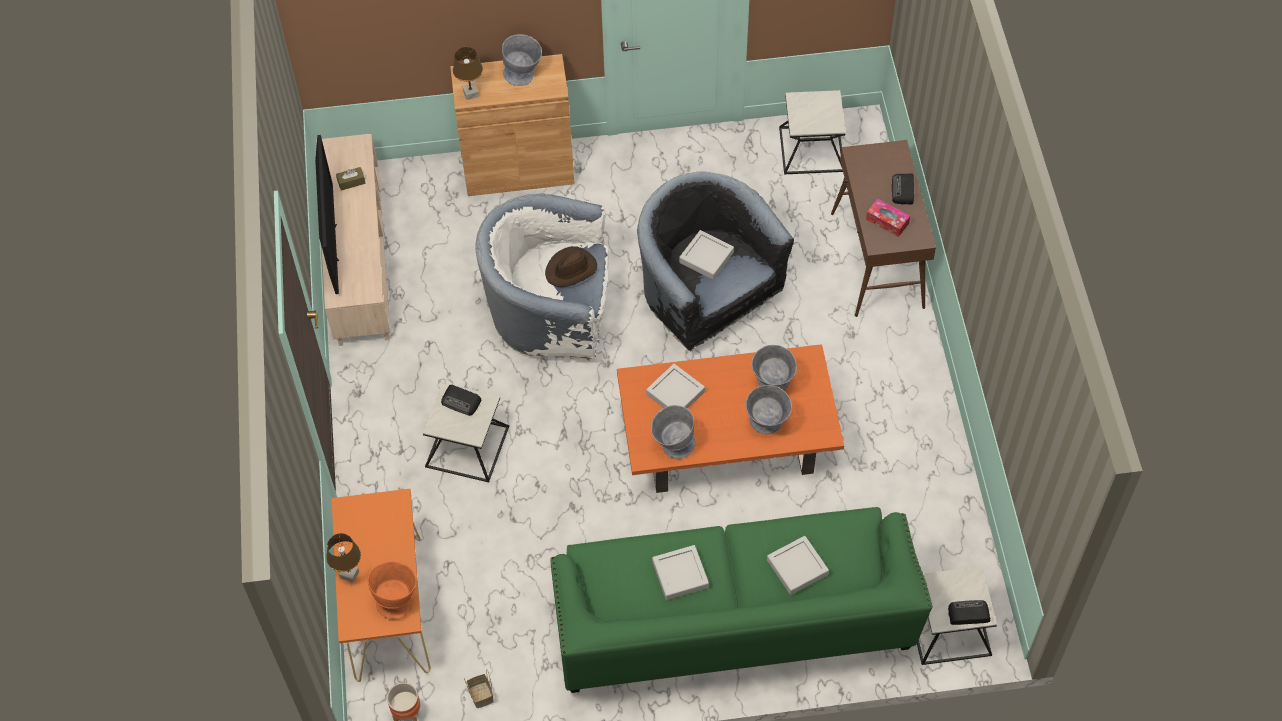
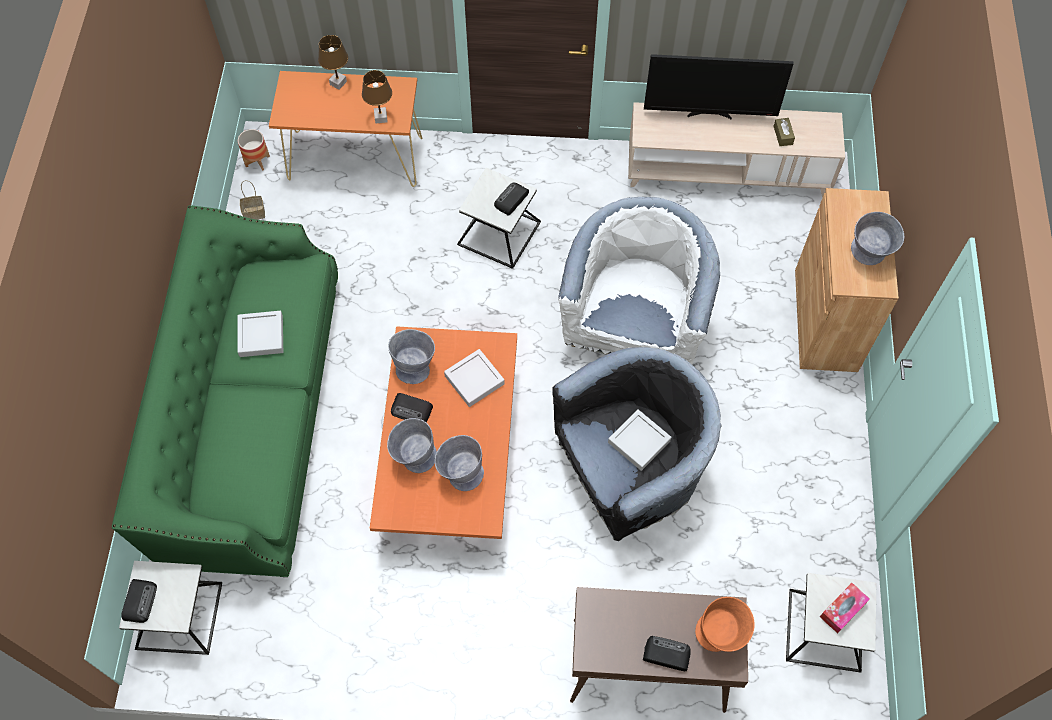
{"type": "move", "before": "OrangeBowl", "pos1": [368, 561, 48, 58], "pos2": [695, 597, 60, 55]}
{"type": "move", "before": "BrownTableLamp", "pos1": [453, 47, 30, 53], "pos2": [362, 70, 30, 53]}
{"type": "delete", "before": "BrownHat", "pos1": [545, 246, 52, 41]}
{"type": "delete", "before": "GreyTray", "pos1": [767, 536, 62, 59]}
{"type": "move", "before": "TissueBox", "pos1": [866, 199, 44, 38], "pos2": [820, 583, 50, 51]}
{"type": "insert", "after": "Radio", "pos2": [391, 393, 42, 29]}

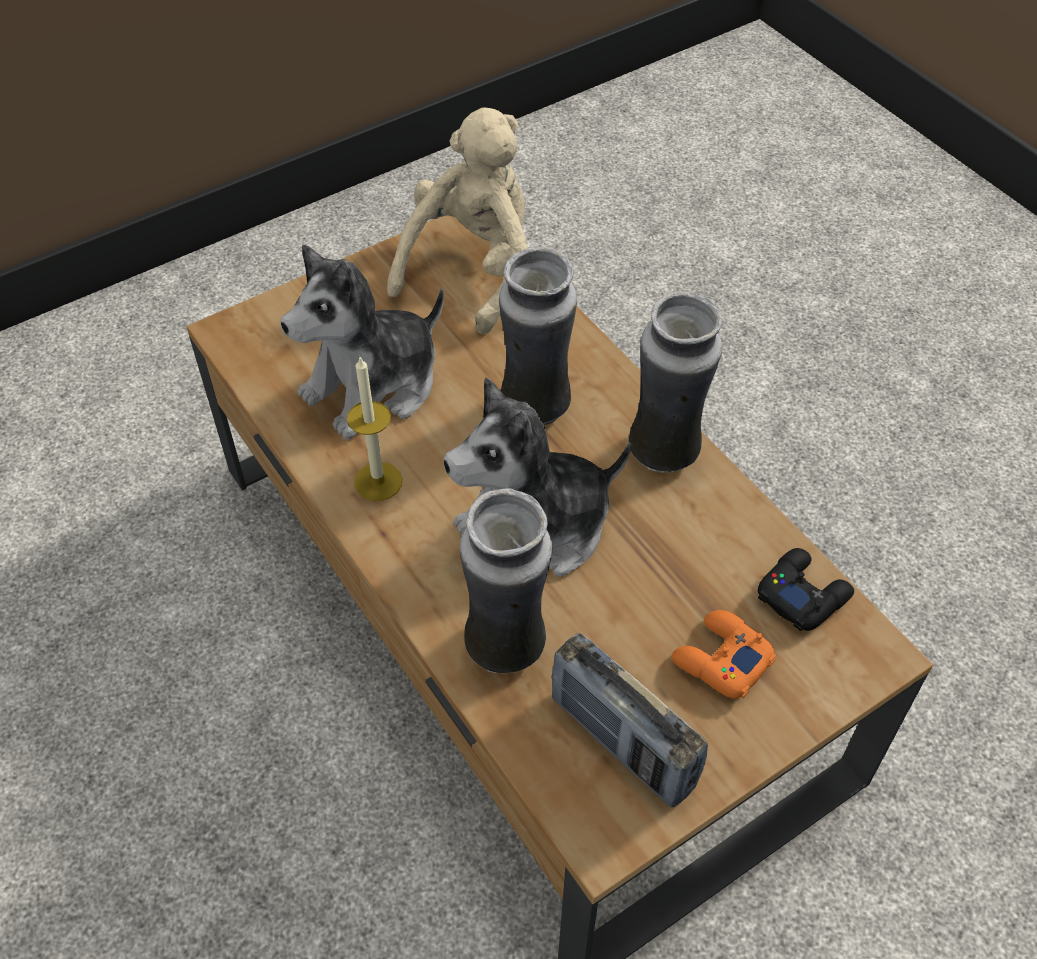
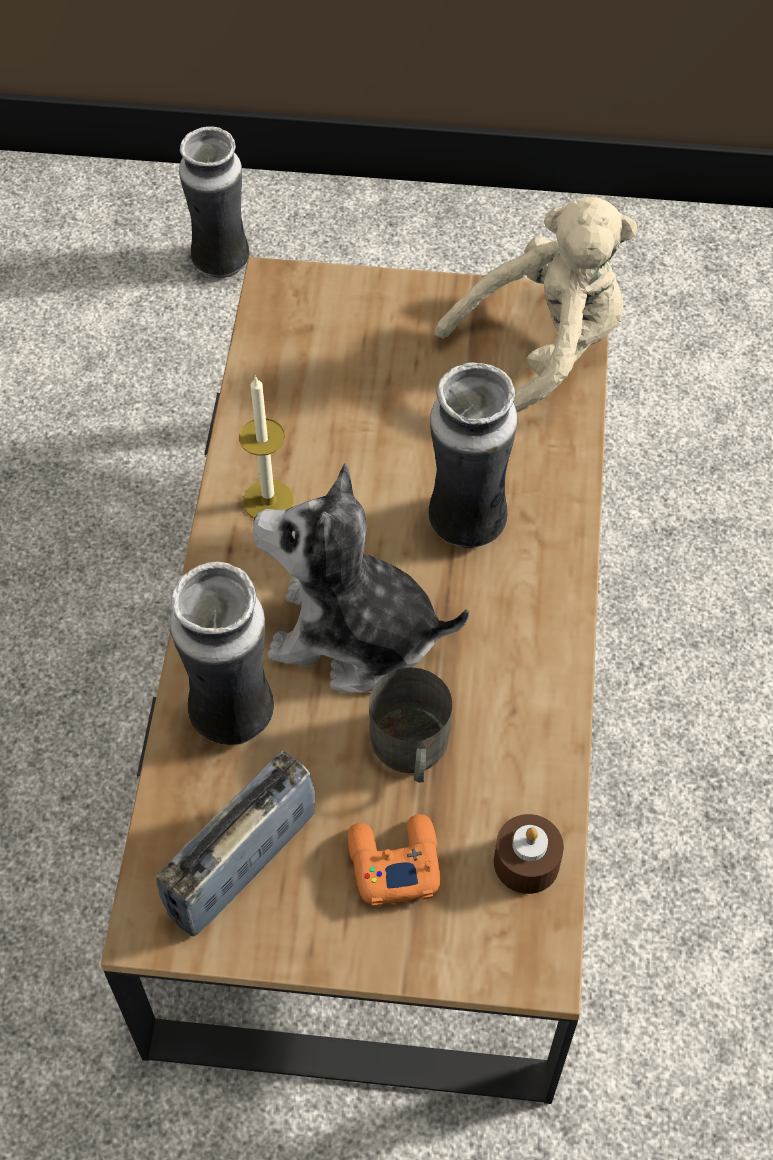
{"type": "delete", "before": "PlushToy", "pos1": [280, 244, 164, 196]}
{"type": "rotate", "before": "Radio", "pos1": [551, 633, 157, 174], "pos2": [156, 751, 160, 185], "turn": 45}
{"type": "move", "before": "Vase", "pos1": [629, 291, 93, 182], "pos2": [179, 126, 71, 152]}
{"type": "replace", "before": "BlackGameController", "after": "BrownCandle", "pos1": [758, 548, 96, 83], "pos2": [494, 814, 70, 80]}
{"type": "insert", "after": "GreyMug", "pos2": [369, 667, 83, 116]}

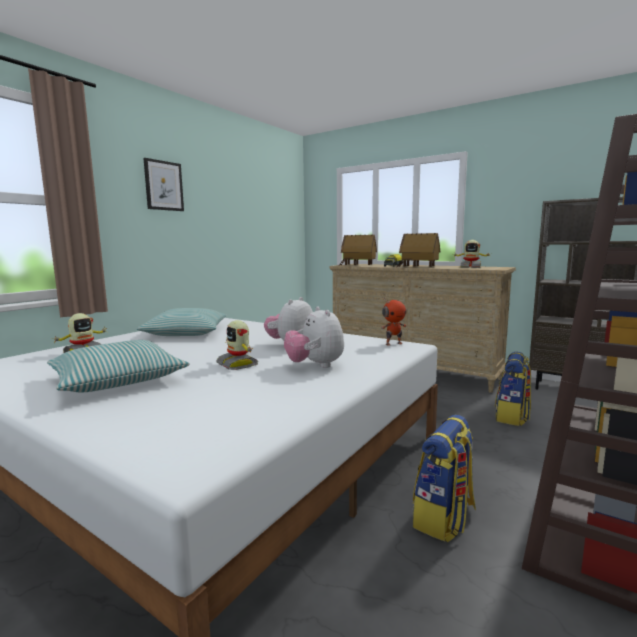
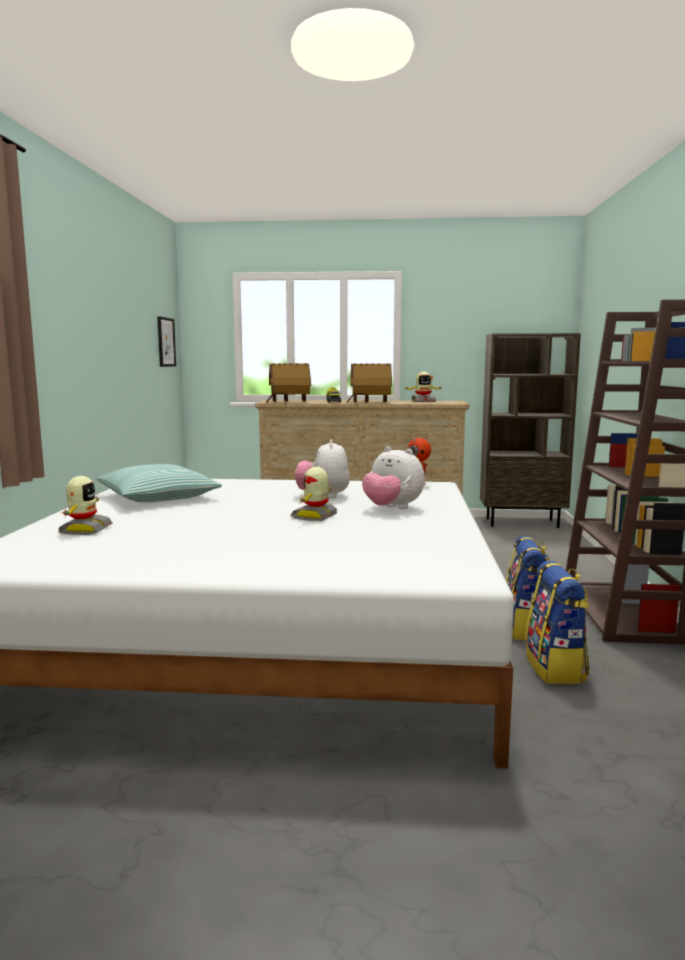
{"type": "delete", "before": "Pillow", "pos1": [47, 340, 143, 53]}
{"type": "move", "before": "Picture", "pos1": [143, 158, 41, 53], "pos2": [157, 316, 19, 51]}
{"type": "rotate", "before": "ToyRobot", "pos1": [216, 320, 42, 50], "pos2": [291, 467, 46, 54], "turn": 90}
{"type": "move", "before": "Backpack", "pos1": [495, 351, 36, 75], "pos2": [525, 561, 65, 123]}

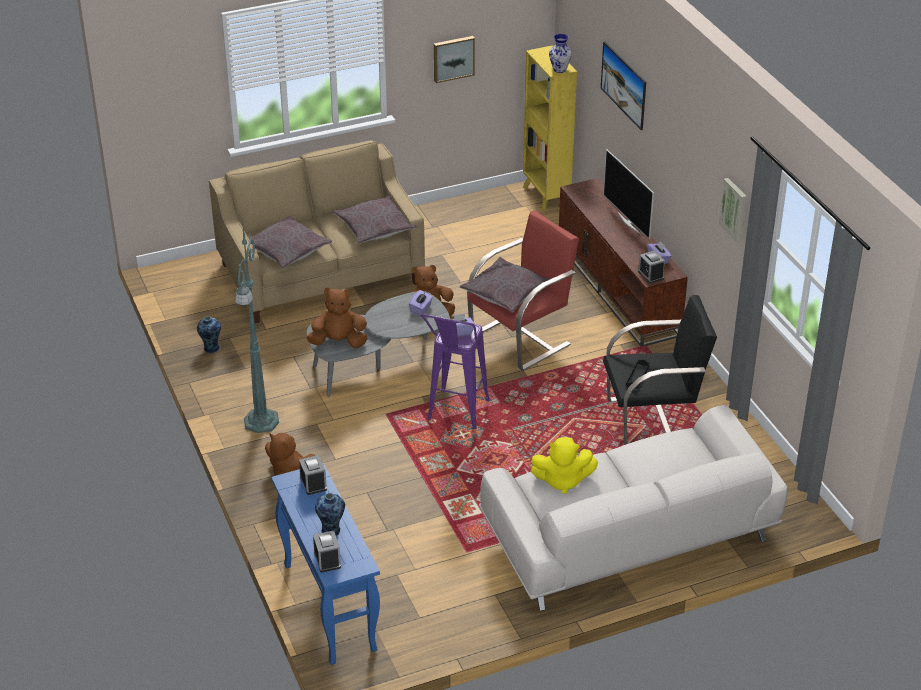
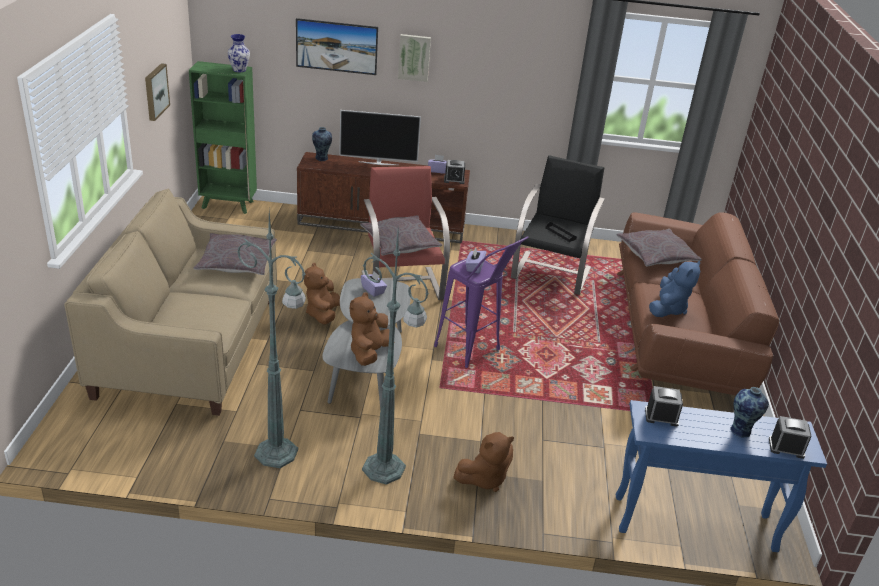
{"type": "move", "before": "Vase", "pos1": [197, 316, 24, 37], "pos2": [312, 127, 20, 34]}
{"type": "move", "before": "GreyPillow", "pos1": [249, 216, 83, 53], "pos2": [617, 229, 85, 38]}
{"type": "recolor", "before": "WhiteSofa", "after": "BrownSofa", "pos1": [479, 405, 309, 206], "pos2": [617, 212, 162, 183]}
{"type": "recolor", "before": "YellowBookcase", "after": "GreenBookcase", "pos1": [523, 46, 54, 165], "pos2": [189, 61, 68, 153]}
{"type": "recolor", "before": "YellowPlushToy", "after": "BluePlushToy", "pos1": [531, 437, 67, 57], "pos2": [649, 260, 51, 57]}
{"type": "move", "before": "Picture", "pos1": [719, 178, 28, 64], "pos2": [398, 34, 33, 48]}
{"type": "insert", "after": "GreenFloorLamp", "pos2": [237, 211, 69, 257]}

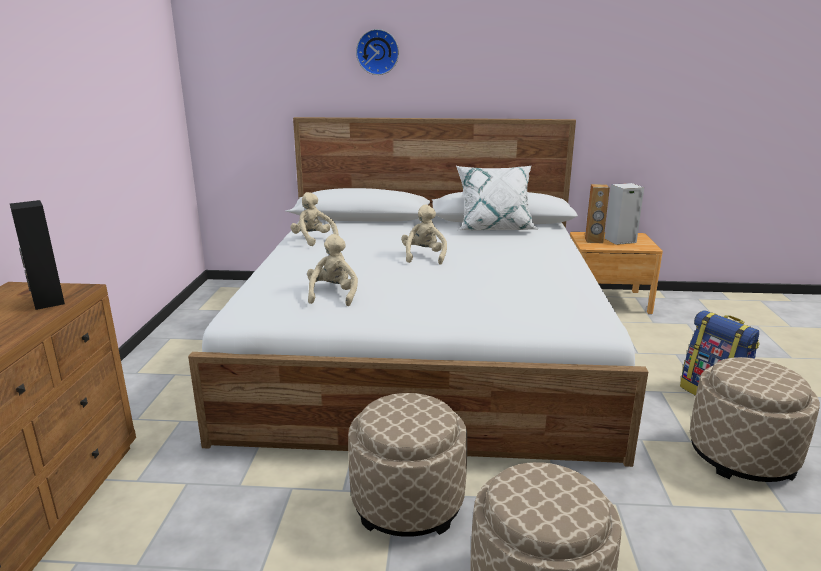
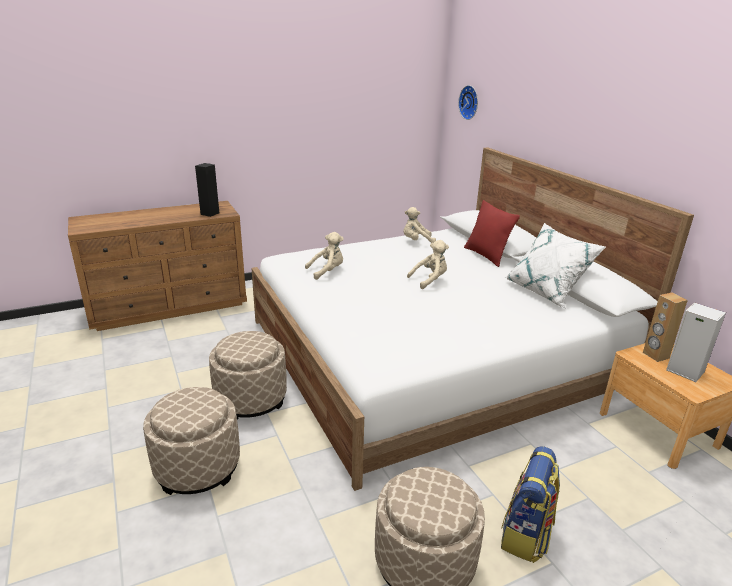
{"type": "rotate", "before": "BeigePlushToy", "pos1": [290, 192, 49, 54], "pos2": [404, 207, 32, 36], "turn": -120}
{"type": "move", "before": "WallClock", "pos1": [356, 29, 43, 46], "pos2": [458, 85, 20, 35]}
{"type": "insert", "after": "RedPillow", "pos2": [464, 200, 56, 67]}

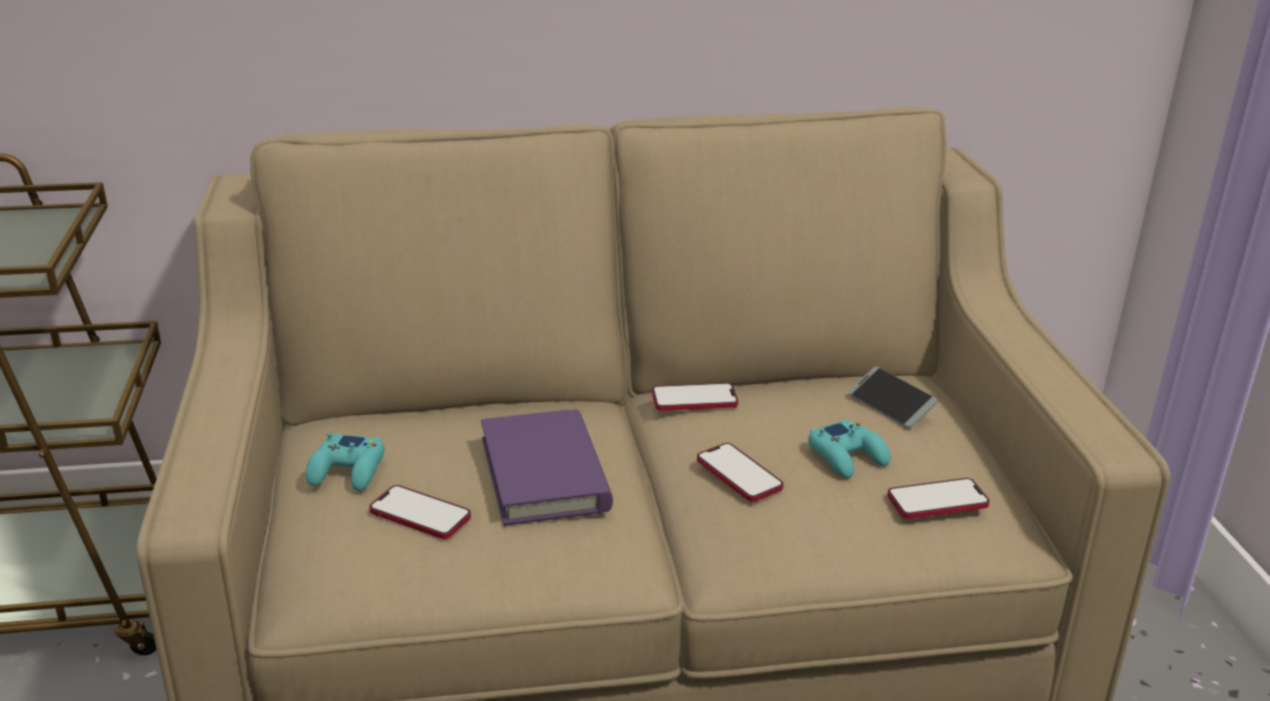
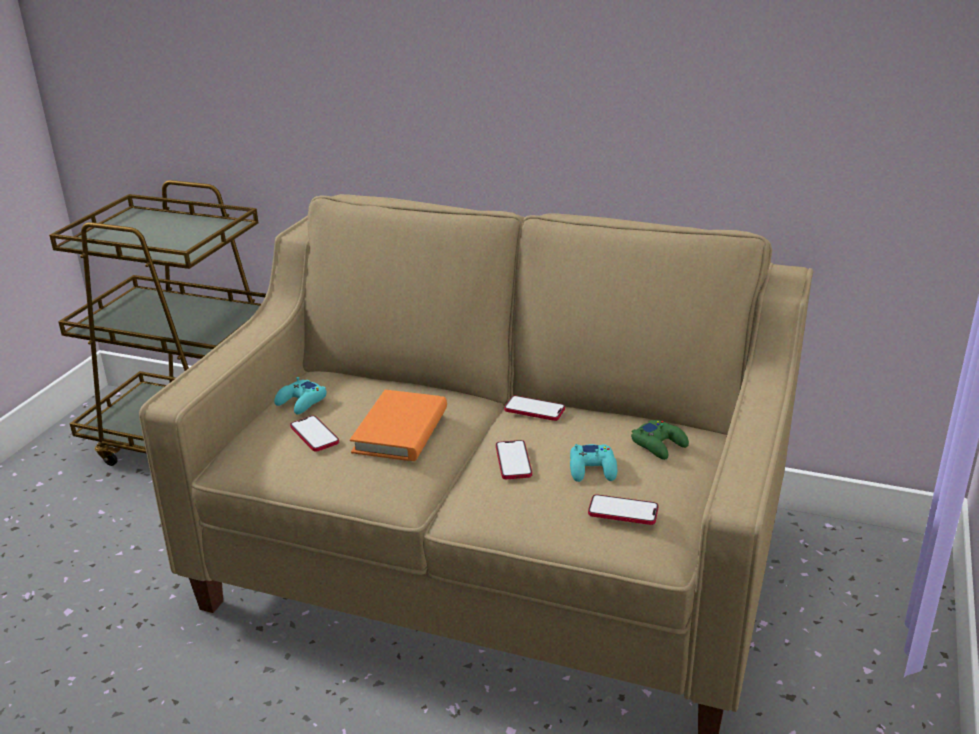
{"type": "recolor", "before": "PurpleBook", "after": "OrangeBook", "pos1": [481, 409, 132, 117], "pos2": [350, 390, 97, 71]}
{"type": "replace", "before": "Phone", "after": "GreenGameController", "pos1": [848, 366, 90, 62], "pos2": [631, 420, 58, 40]}

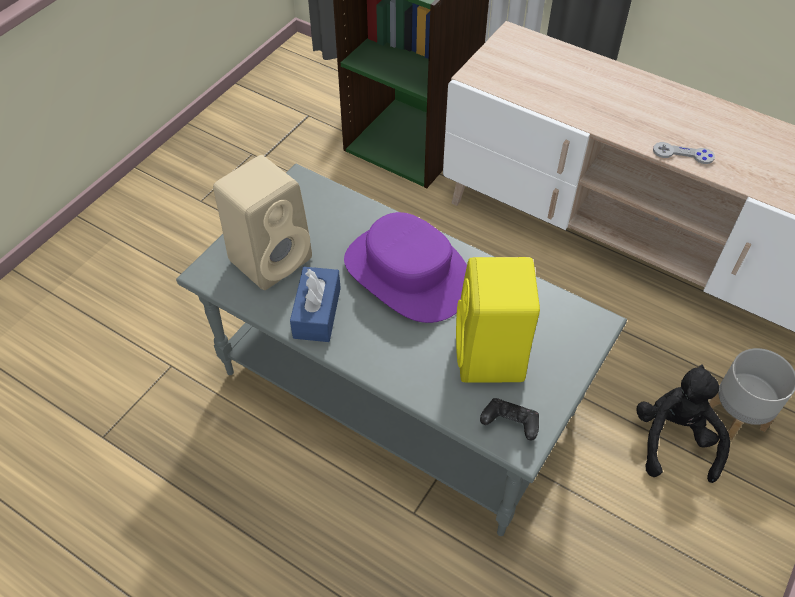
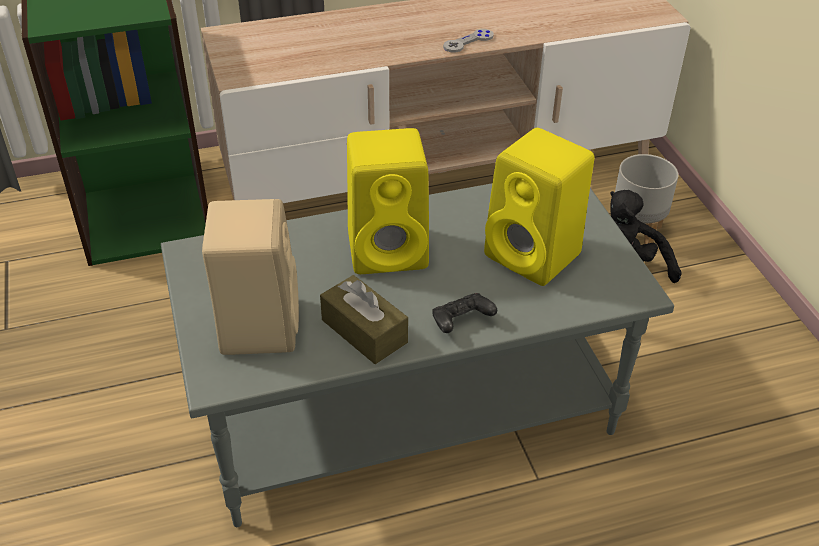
{"type": "recolor", "before": "BlueTissueBox", "after": "BrownTissueBox", "pos1": [290, 267, 51, 75], "pos2": [320, 275, 88, 89]}
{"type": "replace", "before": "PurpleHat", "after": "YellowSpeaker", "pos1": [344, 212, 123, 111], "pos2": [347, 128, 82, 146]}
{"type": "move", "before": "BlackGameController", "pos1": [480, 398, 59, 42], "pos2": [433, 293, 64, 40]}

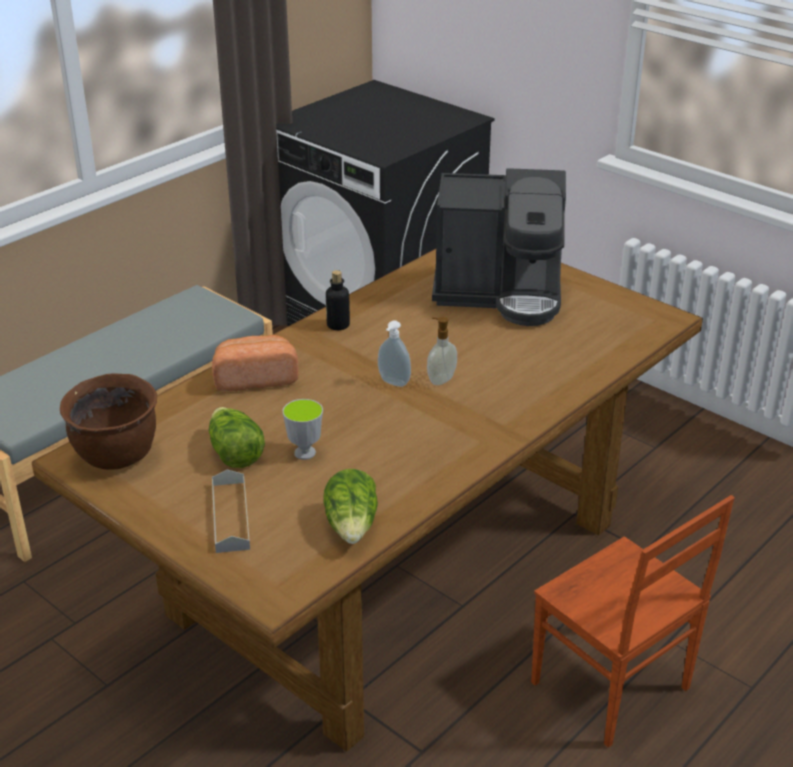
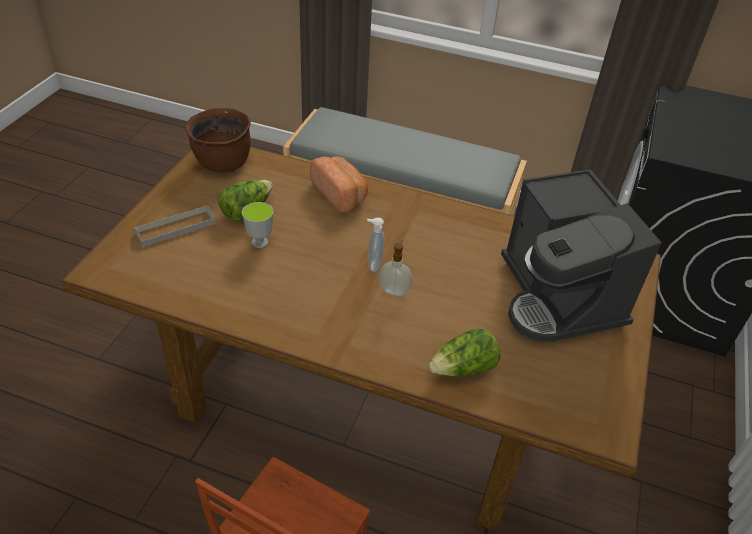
{"type": "move", "before": "Lettuce", "pos1": [323, 469, 55, 75], "pos2": [429, 329, 72, 47]}
{"type": "delete", "before": "Bottle", "pos1": [326, 270, 24, 60]}

